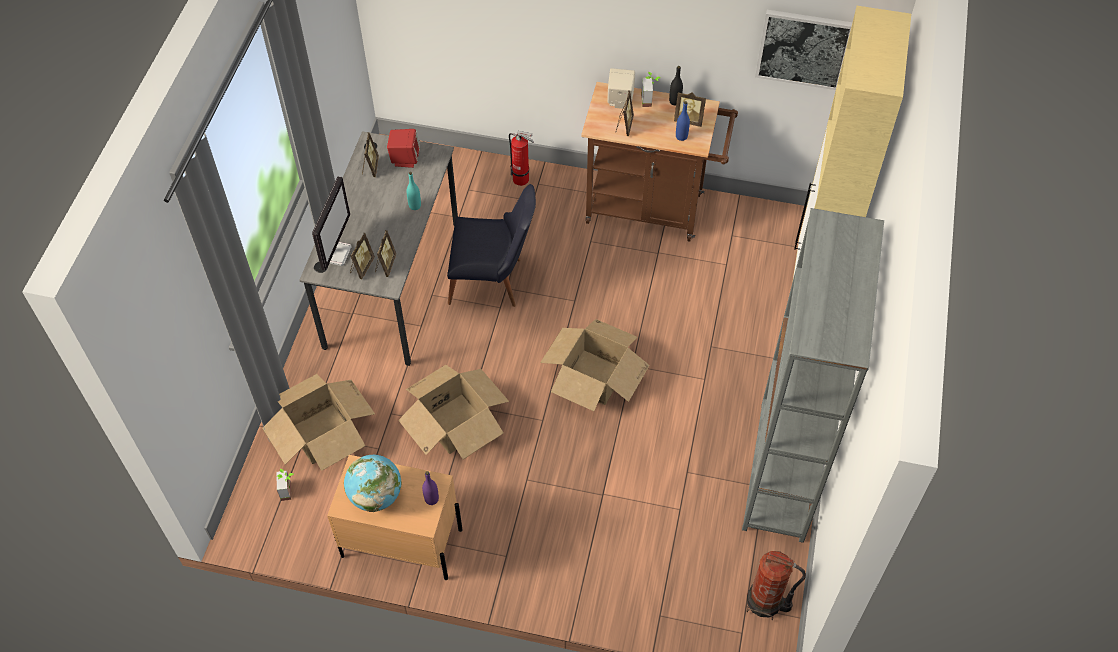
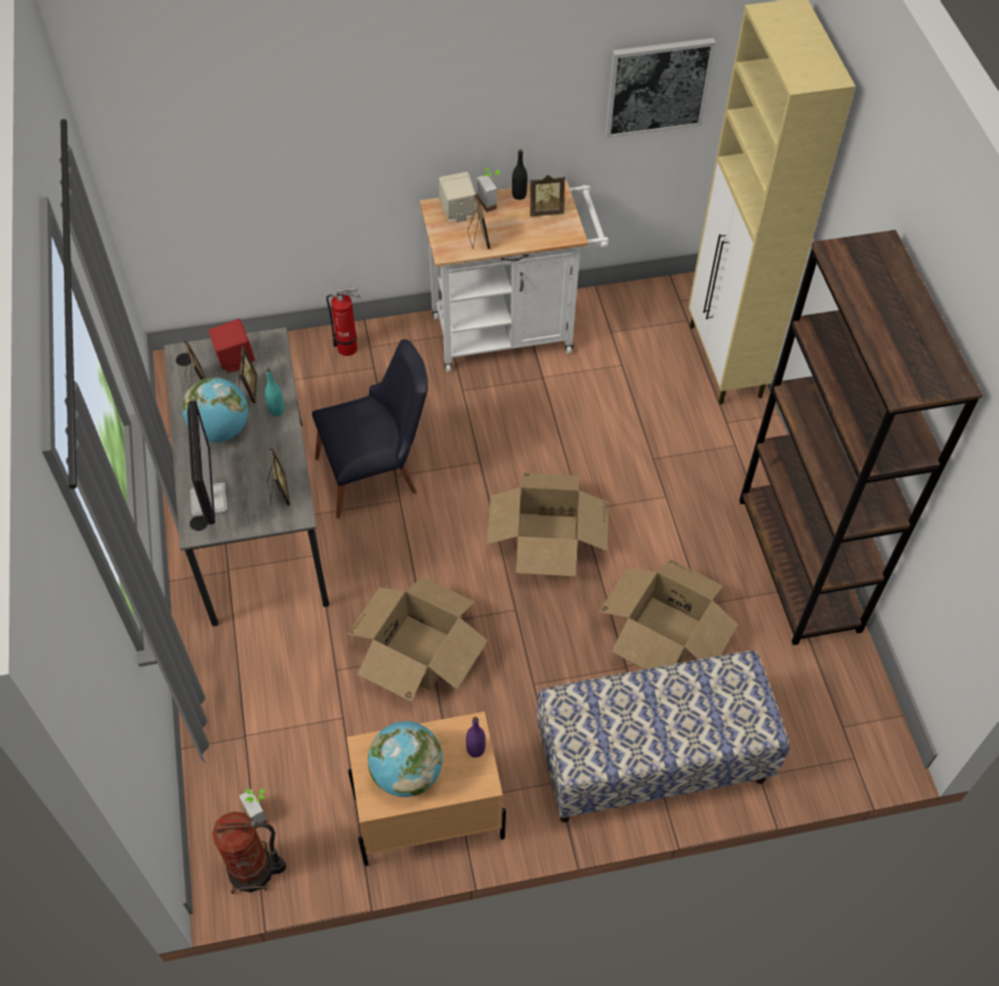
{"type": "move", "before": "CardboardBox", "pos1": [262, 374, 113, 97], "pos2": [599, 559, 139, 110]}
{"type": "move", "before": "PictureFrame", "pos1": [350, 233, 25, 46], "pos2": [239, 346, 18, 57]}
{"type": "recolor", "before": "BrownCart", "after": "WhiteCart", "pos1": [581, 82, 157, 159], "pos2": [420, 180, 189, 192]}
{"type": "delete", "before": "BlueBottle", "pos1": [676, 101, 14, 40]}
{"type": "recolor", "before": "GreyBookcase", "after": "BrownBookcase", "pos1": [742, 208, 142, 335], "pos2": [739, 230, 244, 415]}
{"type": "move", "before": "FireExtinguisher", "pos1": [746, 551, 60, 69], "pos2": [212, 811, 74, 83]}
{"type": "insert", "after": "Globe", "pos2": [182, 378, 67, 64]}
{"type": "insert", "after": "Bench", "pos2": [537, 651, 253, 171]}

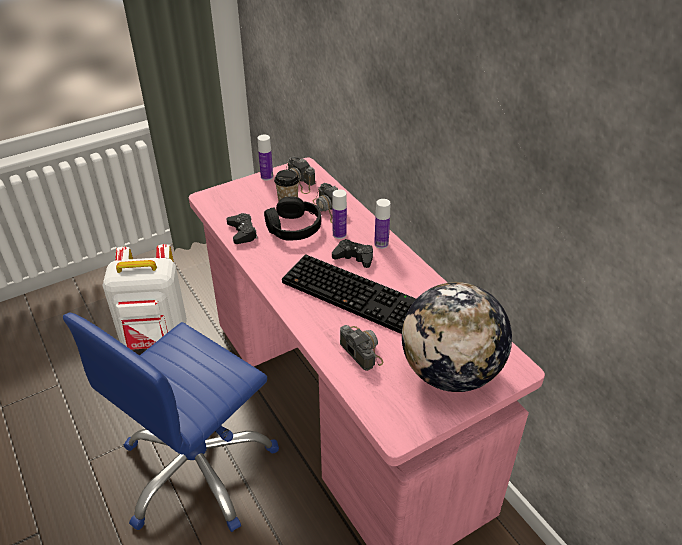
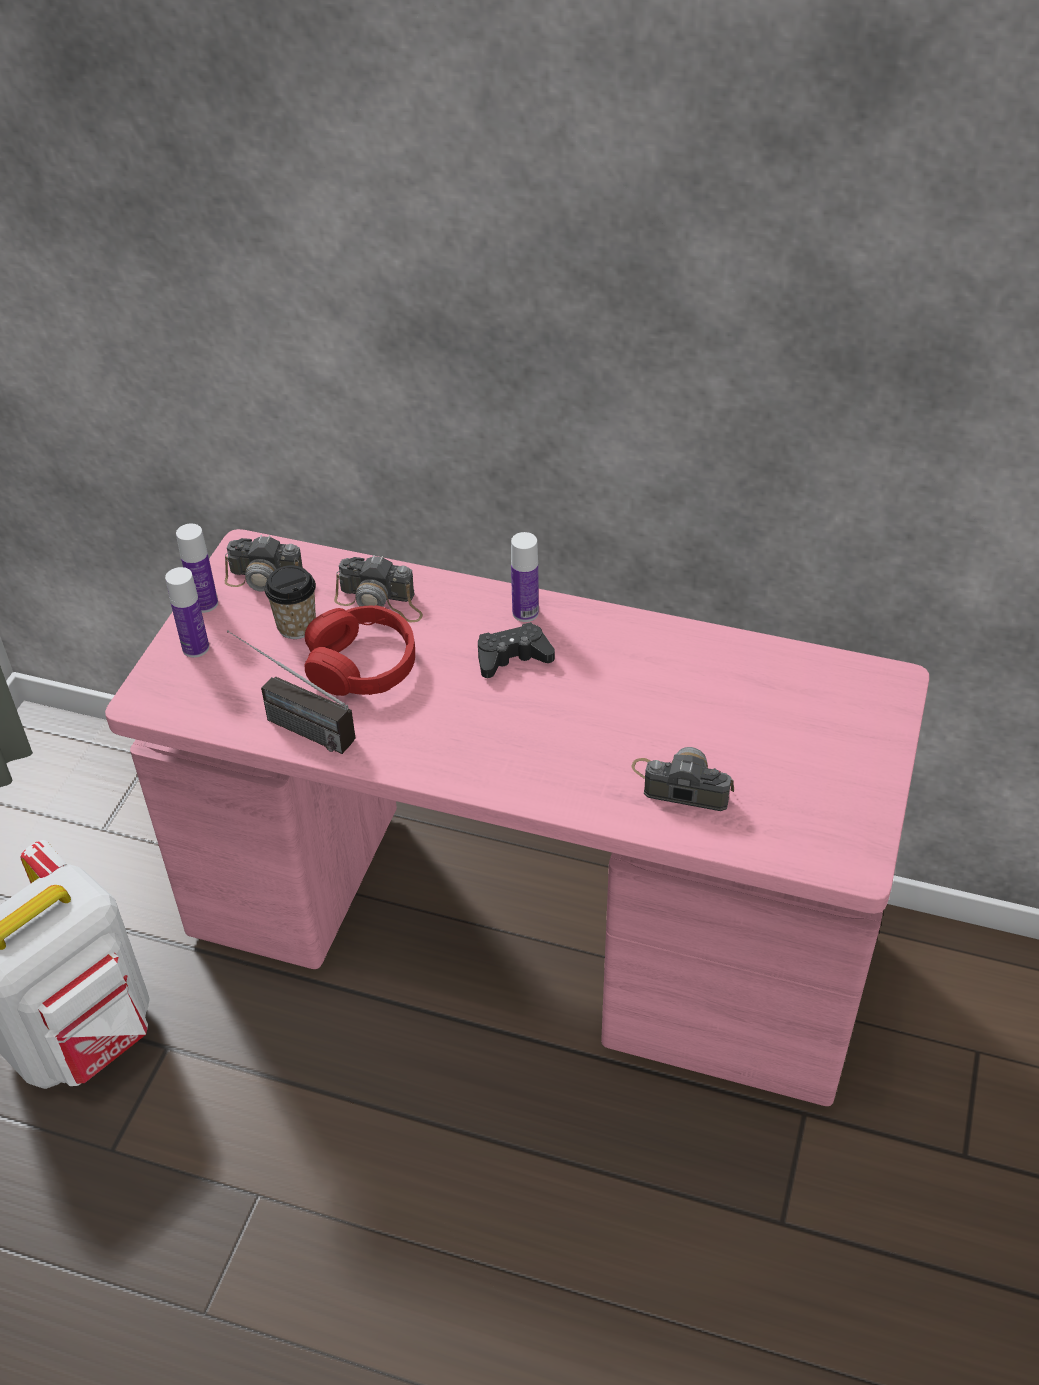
{"type": "delete", "before": "BlueOfficeChair", "pos1": [63, 313, 216, 219]}
{"type": "replace", "before": "BlackGameController", "after": "Radio", "pos1": [227, 213, 30, 31], "pos2": [227, 630, 129, 124]}
{"type": "recolor", "before": "BlackHeadphones", "after": "RedHeadphones", "pos1": [264, 197, 57, 44], "pos2": [305, 605, 110, 91]}
{"type": "delete", "before": "Keyboard", "pos1": [282, 254, 134, 80]}
{"type": "move", "before": "Bottle", "pos1": [332, 189, 15, 50], "pos2": [165, 567, 44, 91]}
{"type": "delete", "before": "Globe", "pos1": [402, 282, 110, 110]}

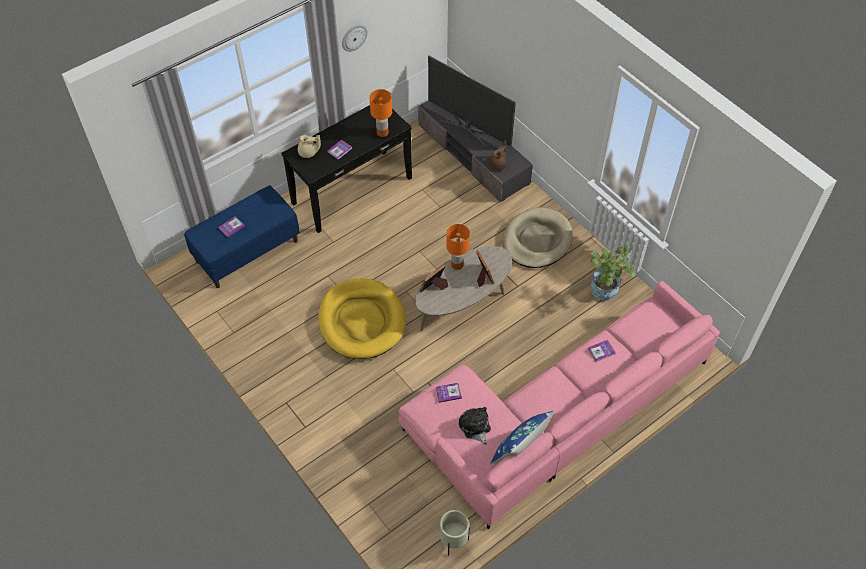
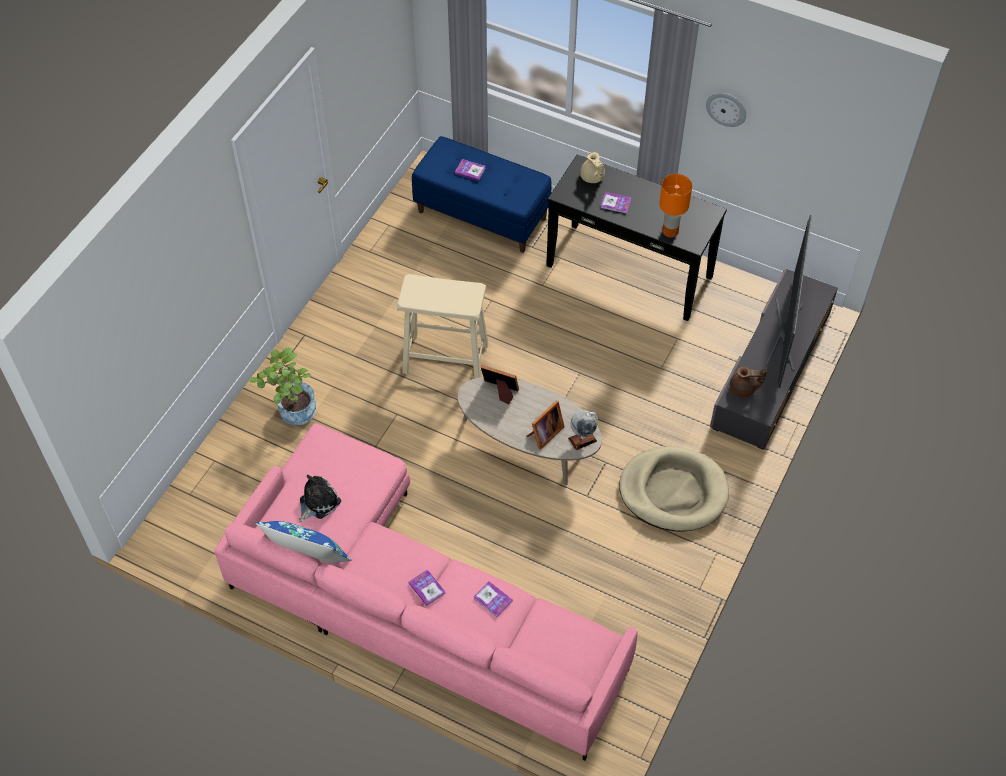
{"type": "replace", "before": "YellowDogBed", "after": "BeigeStool", "pos1": [318, 278, 88, 81], "pos2": [397, 274, 91, 105]}
{"type": "move", "before": "Book", "pos1": [436, 383, 26, 20], "pos2": [408, 569, 38, 37]}
{"type": "delete", "before": "BeigePlanter", "pos1": [440, 510, 30, 45]}
{"type": "delete", "before": "OrangeTableLamp", "pos1": [446, 224, 24, 46]}
{"type": "move", "before": "PottedPlant", "pos1": [590, 245, 45, 56], "pos2": [249, 347, 67, 78]}
{"type": "insert", "after": "Globe", "pos2": [568, 410, 30, 40]}

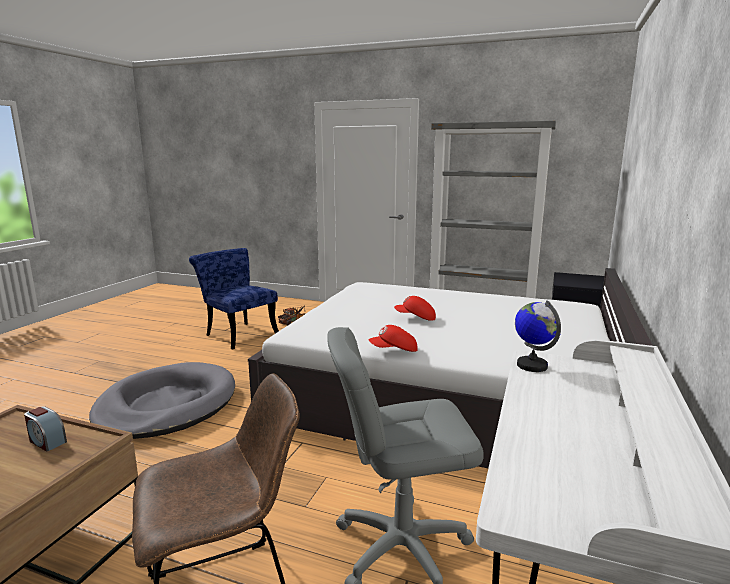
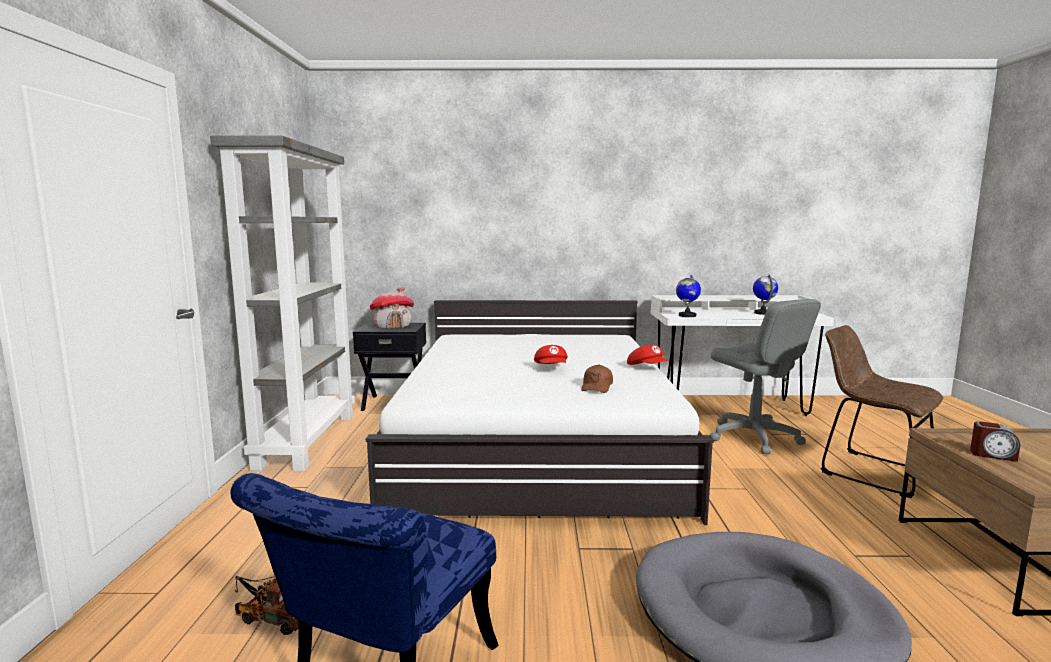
{"type": "rotate", "before": "AlarmClock", "pos1": [24, 406, 43, 46], "pos2": [970, 421, 50, 41], "turn": 105}
{"type": "insert", "after": "ToyHouse", "pos2": [370, 287, 44, 42]}
{"type": "insert", "after": "BrownCap", "pos2": [581, 364, 32, 29]}
{"type": "insert", "after": "Globe", "pos2": [753, 274, 25, 41]}

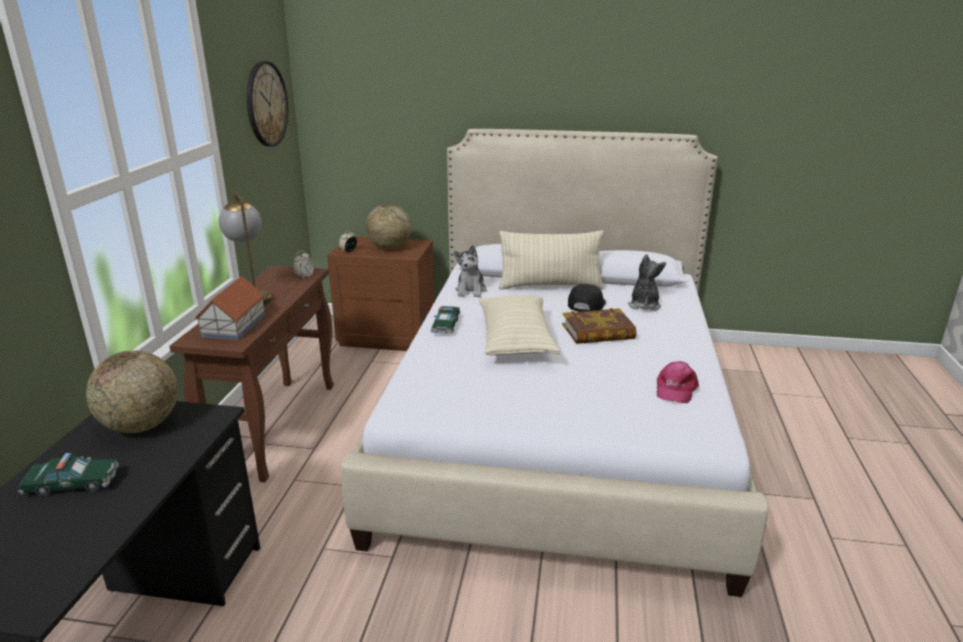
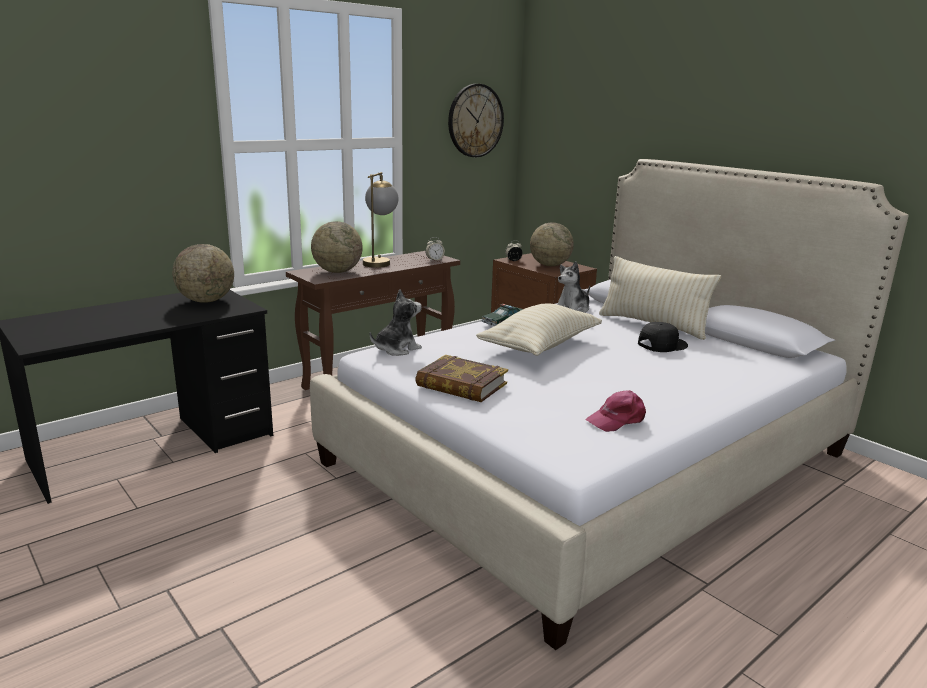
{"type": "delete", "before": "ToyCar", "pos1": [18, 453, 101, 43]}
{"type": "replace", "before": "ToyHouse", "after": "Globe", "pos1": [195, 276, 71, 64], "pos2": [311, 221, 52, 52]}
{"type": "move", "before": "Book", "pos1": [562, 308, 75, 36], "pos2": [415, 355, 93, 47]}
{"type": "move", "before": "PlushToy", "pos1": [628, 254, 38, 57], "pos2": [370, 289, 52, 67]}

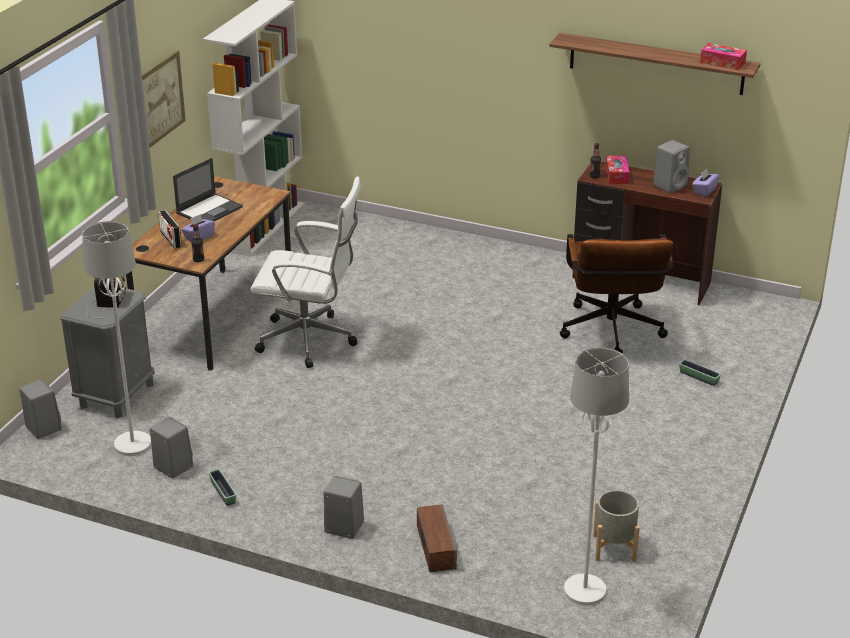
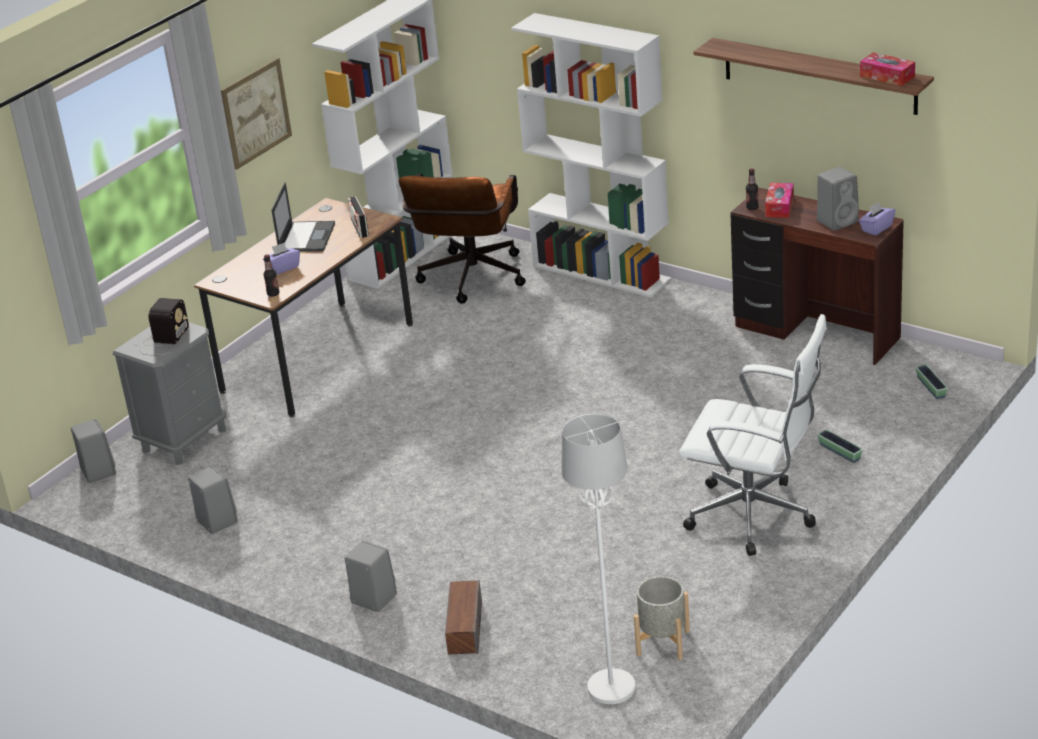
{"type": "delete", "before": "WhiteFloorLamp", "pos1": [82, 221, 69, 235]}
{"type": "move", "before": "Radio", "pos1": [158, 210, 24, 39], "pos2": [348, 196, 21, 42]}
{"type": "rotate", "before": "Laptop", "pos1": [173, 158, 70, 63], "pos2": [271, 182, 64, 70], "turn": -45}
{"type": "move", "before": "Planter", "pos1": [209, 469, 27, 37], "pos2": [916, 364, 32, 35]}
{"type": "move", "before": "WhiteOfficeChair", "pos1": [250, 176, 111, 192], "pos2": [679, 314, 148, 242]}
{"type": "move", "before": "BrownOfficeChair", "pos1": [560, 234, 113, 120], "pos2": [398, 174, 128, 130]}
{"type": "insert", "after": "WhiteBookcase", "pos2": [511, 13, 161, 284]}

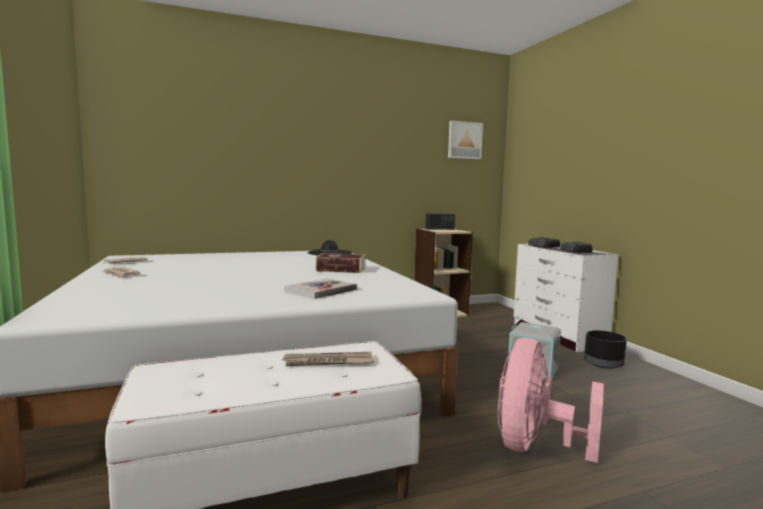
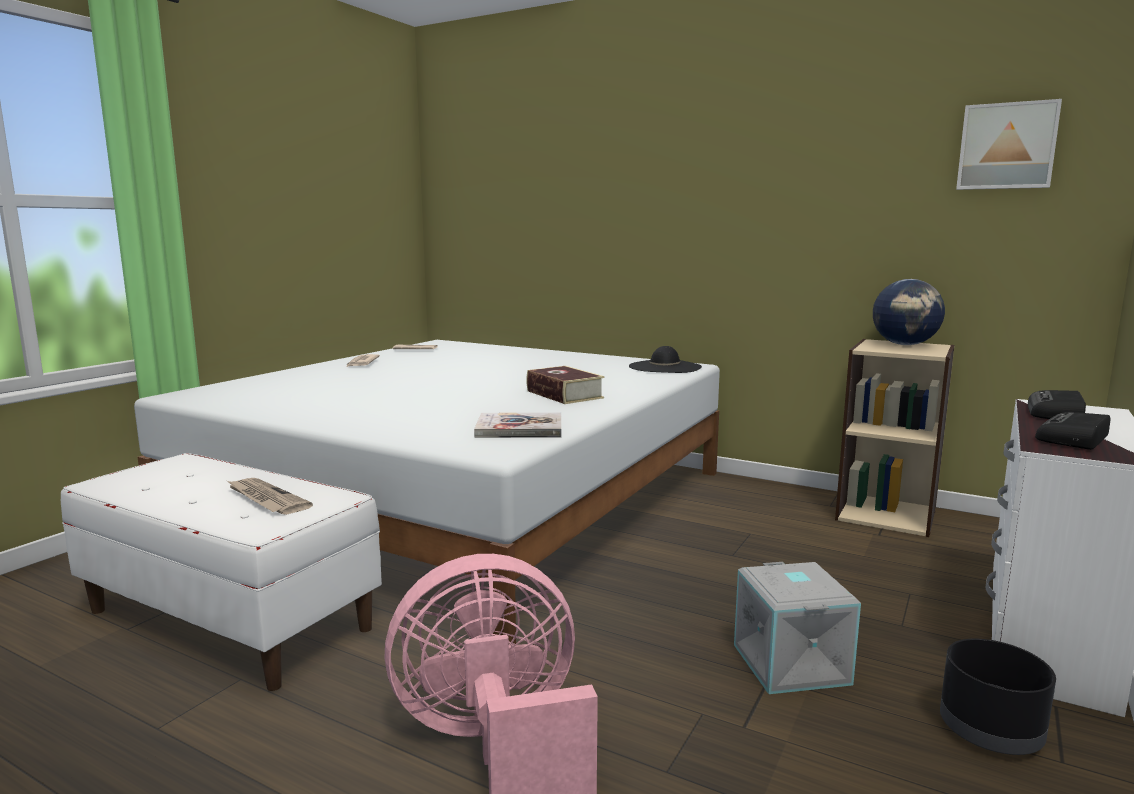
{"type": "move", "before": "Book", "pos1": [284, 278, 73, 21], "pos2": [474, 412, 88, 26]}
{"type": "replace", "before": "Radio", "after": "Globe", "pos1": [426, 213, 29, 17], "pos2": [873, 279, 72, 66]}

